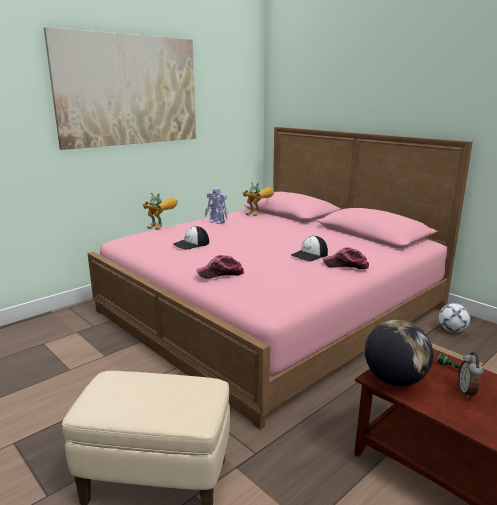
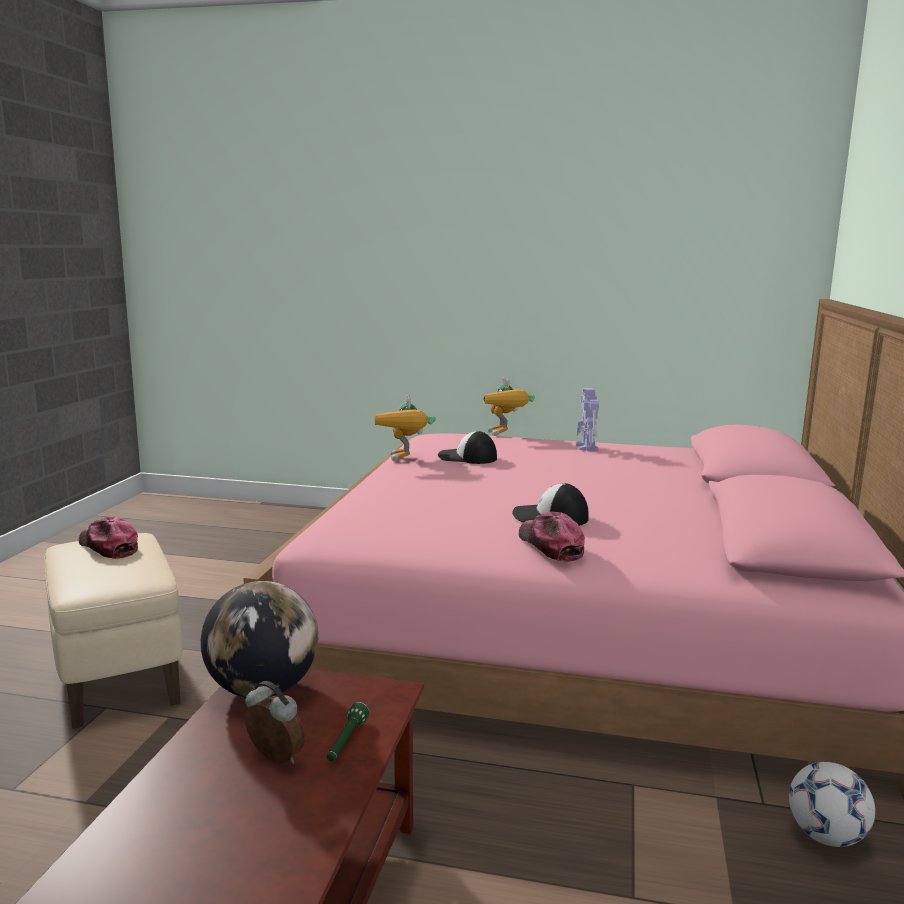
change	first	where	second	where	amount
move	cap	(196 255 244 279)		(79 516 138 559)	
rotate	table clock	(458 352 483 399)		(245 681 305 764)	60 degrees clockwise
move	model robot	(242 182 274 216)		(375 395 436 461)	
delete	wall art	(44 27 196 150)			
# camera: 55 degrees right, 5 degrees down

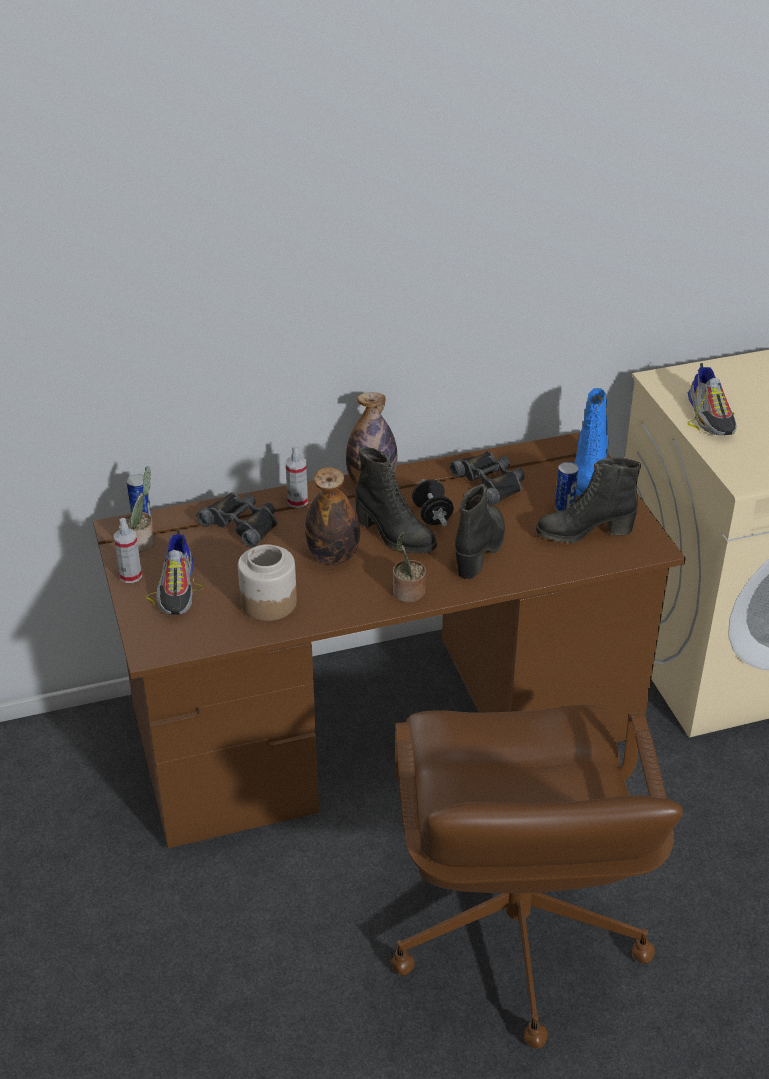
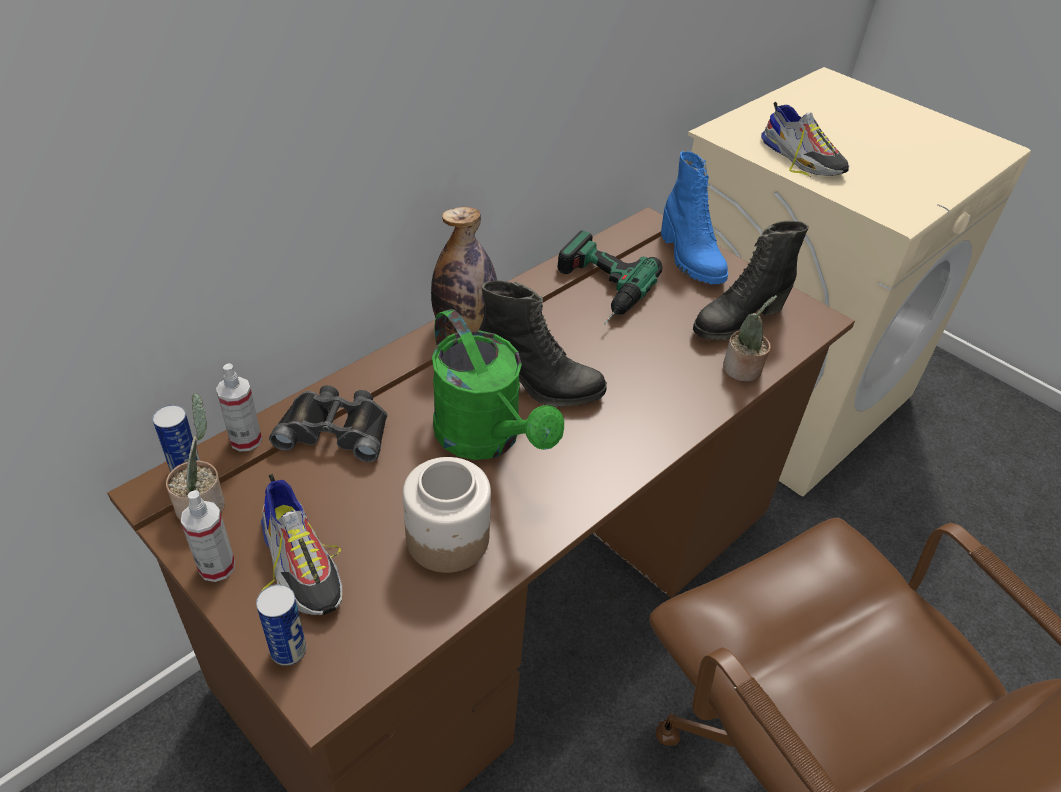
change	first	where	second	where	amount
move	hand sprayer	(286 445 308 508)		(216 363 262 452)	
move	can	(555 462 578 512)		(256 584 306 666)	
replace	beverage bottle	(305 467 360 565)	watering can (green)	(432 309 564 460)	
replace	pair of binoculars (black)	(450 451 525 506)	electric drill	(557 230 662 325)	
move	houseplant	(393 532 426 603)		(723 295 777 382)	
delete	free weight (black)	(412 479 454 526)			
delete	boot (black)	(455 484 505 580)			
# camera: 30 degrees left, 5 degrees up

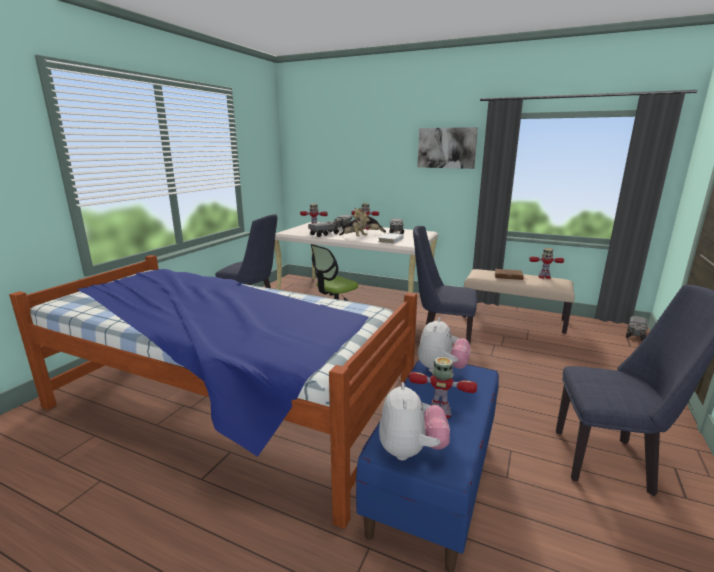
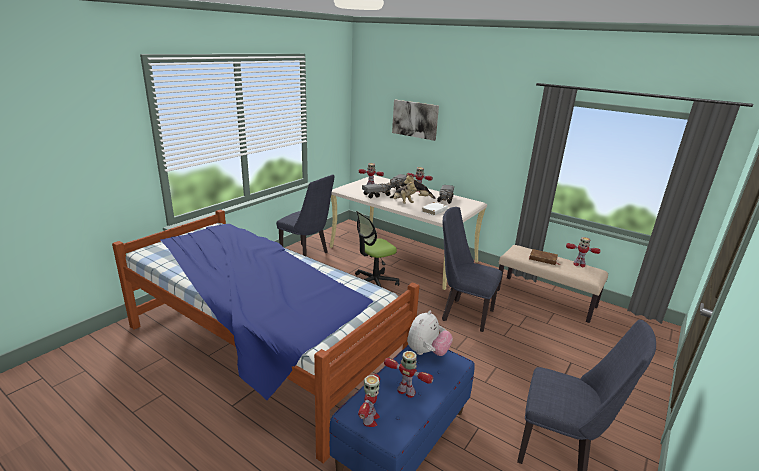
change	first	where	second	where	amount
replace	soft toy	(379 382 450 460)	model robot	(358 374 380 427)	
move	wall art	(417 127 478 169)		(392 100 439 141)	
delete	model truck	(626 315 648 341)			
# camera: 10 degrees right, 5 degrees up

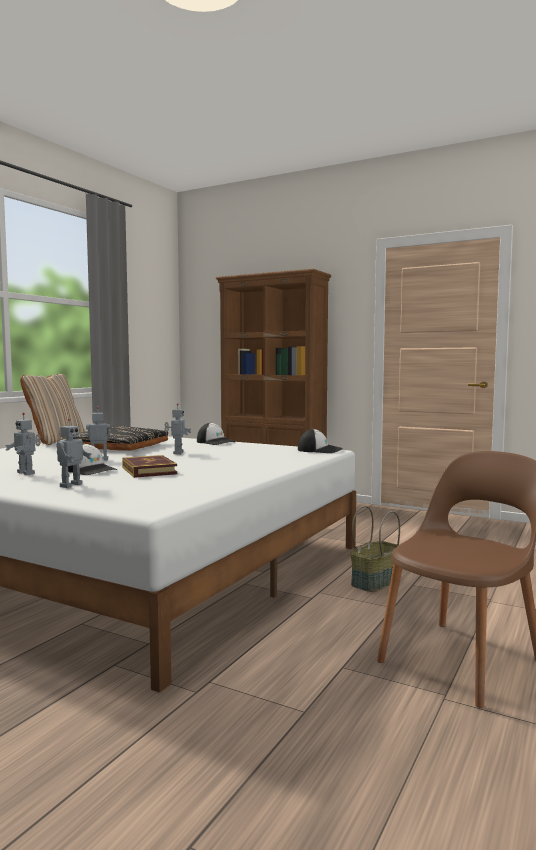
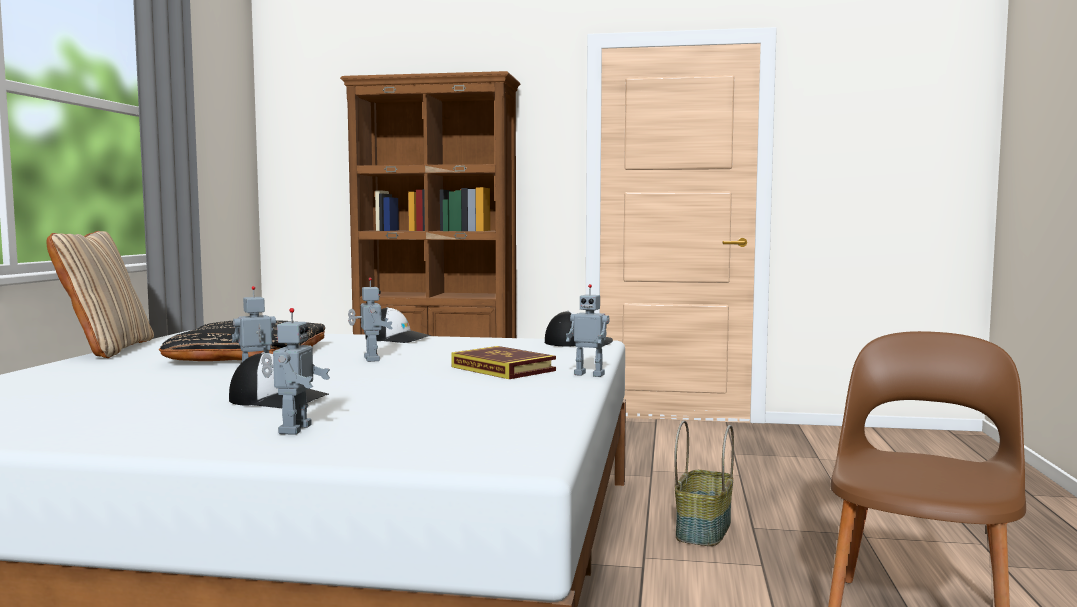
change	first	where	second	where	amount
move	bound book	(122 455 177 478)		(451 346 556 379)	
move	model robot	(5 413 41 475)		(566 284 610 377)	
# camera: 20 degrees left, 0 degrees up

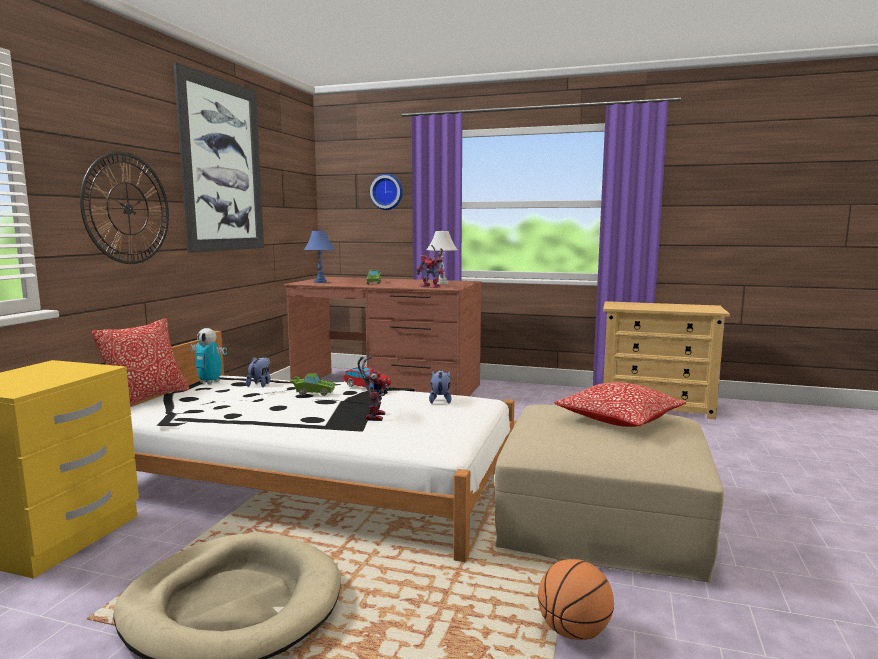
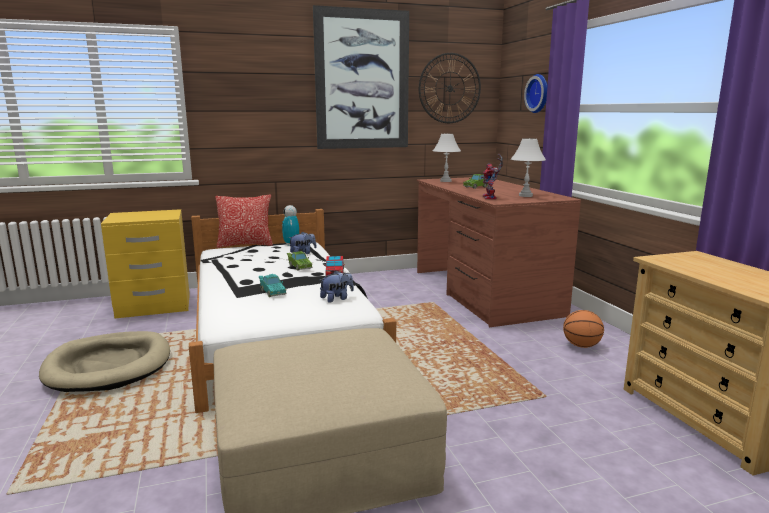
change	first	where	second	where	amount
replace	model robot	(357 356 389 421)	toy car (turquoise)	(259 274 287 297)	
move	clock on the wall	(80 152 169 264)		(419 53 481 123)	
recolor	lamp for a table (bluish)	(304 230 335 283)	lamp for a table (whitish)	(433 133 461 182)	
move	basketball ball	(538 559 614 640)		(563 310 604 348)	
delete	pillow	(554 382 686 427)			
# camera: 55 degrees right, 5 degrees up

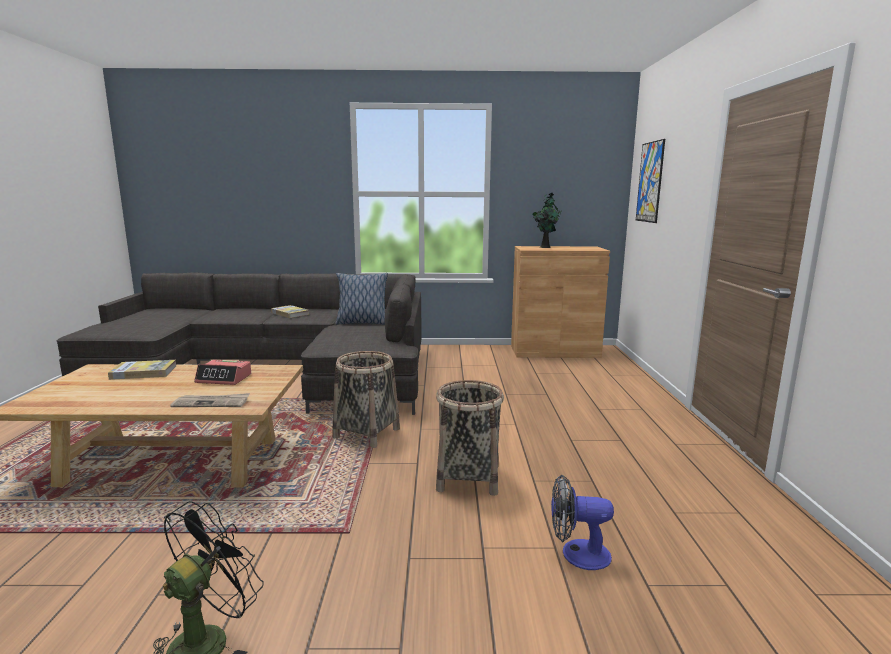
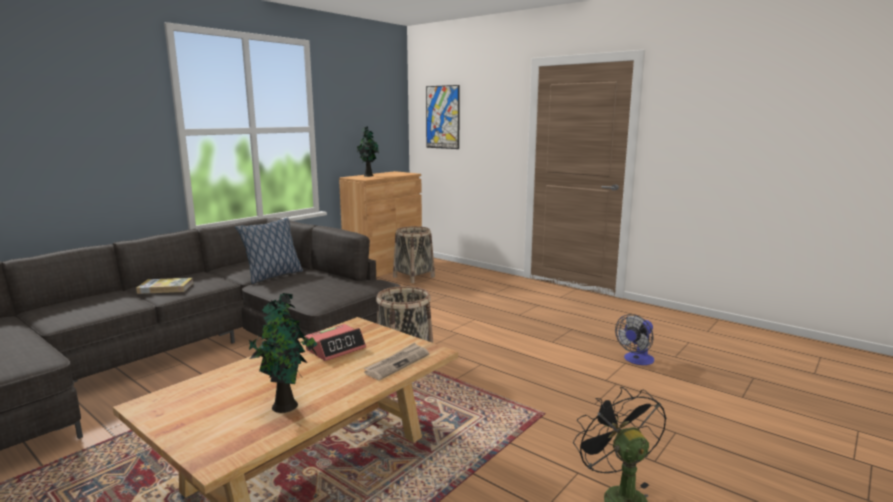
change	first	where	second	where	amount
insert			houseplant	(249 293 318 413)	
move	basket	(436 380 504 496)		(393 226 435 283)	
delete	bound book	(108 360 176 380)			
# camera: 50 degrees left, 0 degrees up

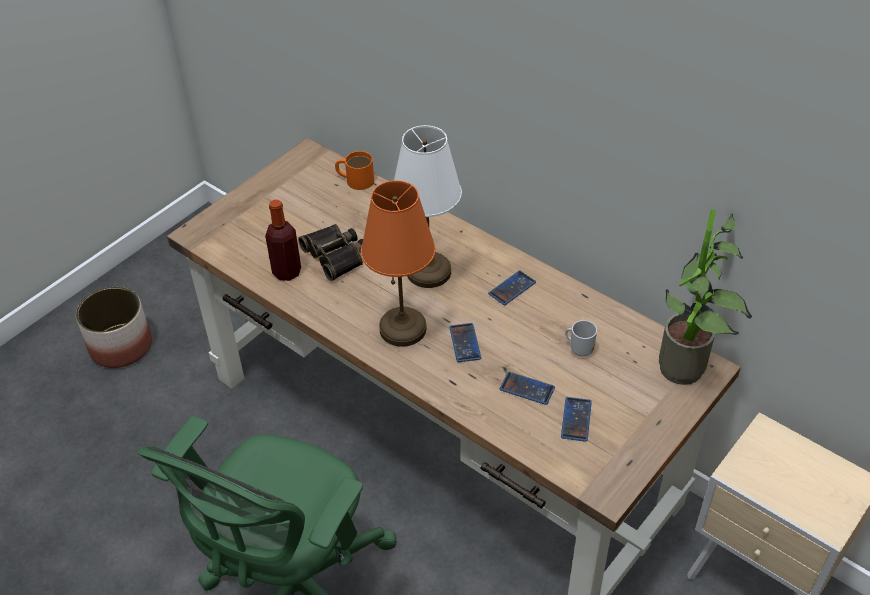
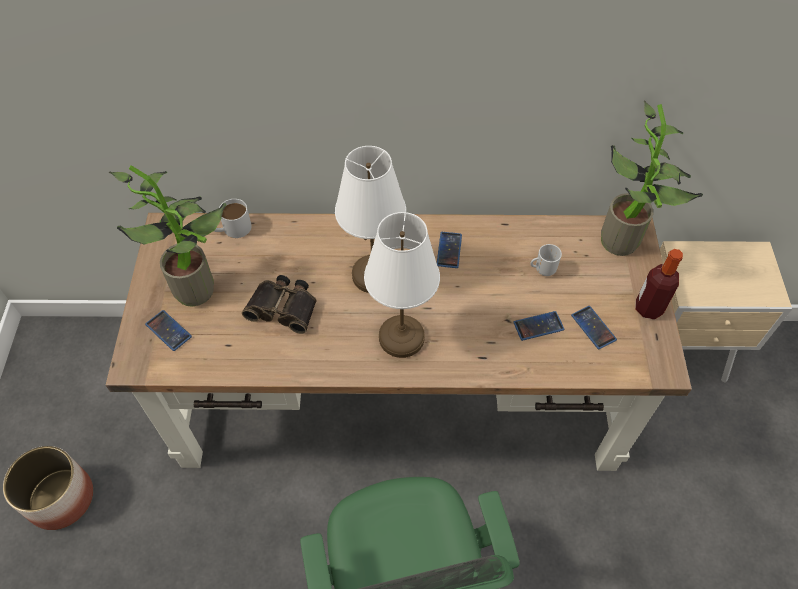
change	first	where	second	where	amount
insert			houseplant	(109 165 227 307)	
move	handset	(449 323 481 362)		(145 310 192 351)	
recolor	mug (orangey)	(335 151 374 190)	mug (whitish)	(214 199 252 238)	
recolor	lamp for a table (orangey)	(361 180 435 347)	lamp for a table (whitish)	(364 212 440 358)	
move	beverage bottle	(265 200 301 281)		(635 249 683 319)	
# camera: 40 degrees left, 10 degrees up

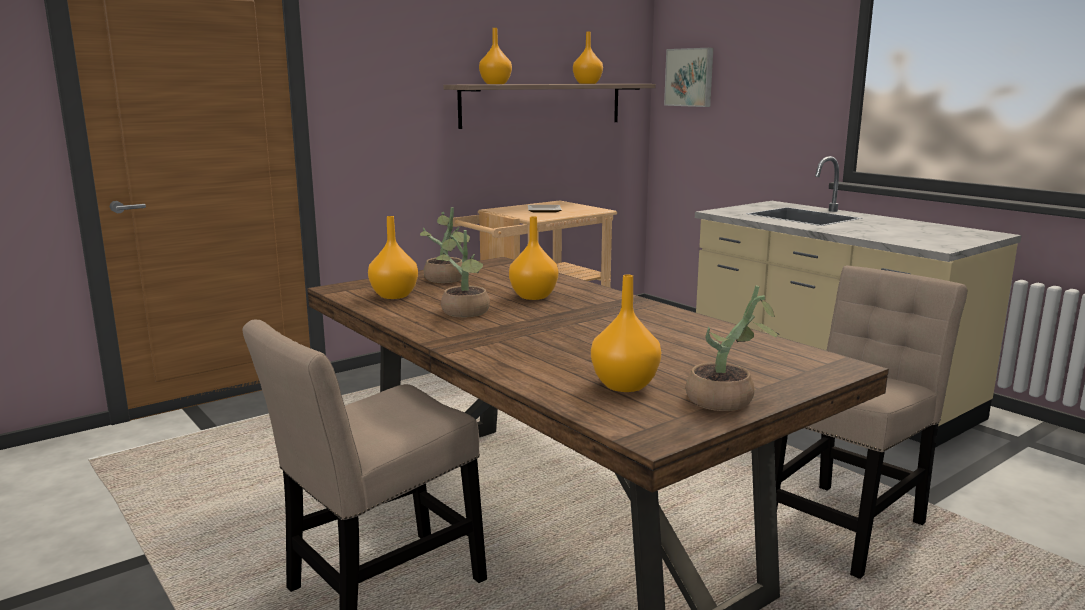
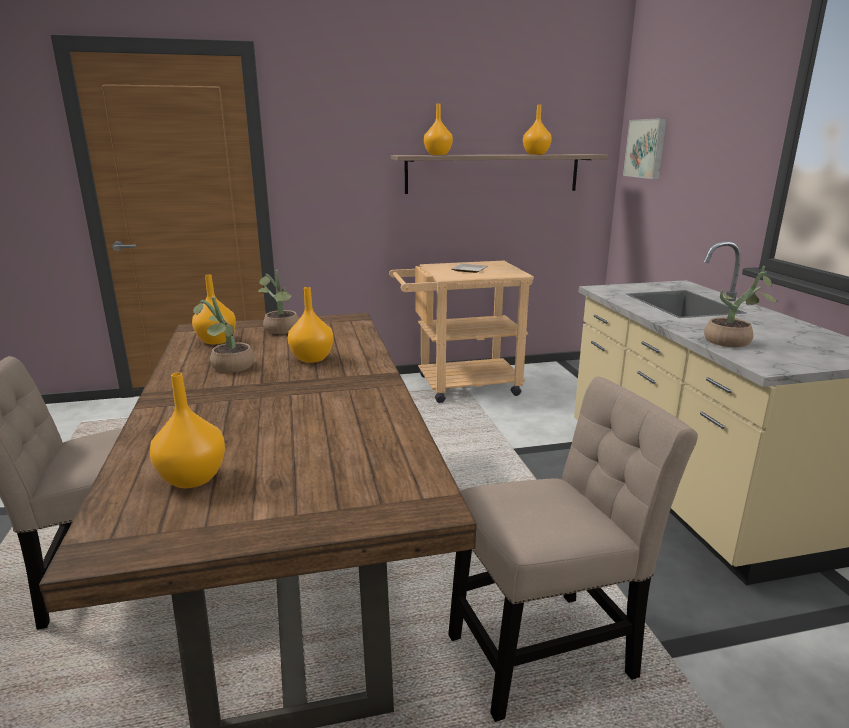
change	first	where	second	where	amount
move	houseplant	(685 285 780 411)		(704 266 778 347)	
# camera: 25 degrees right, 5 degrees up

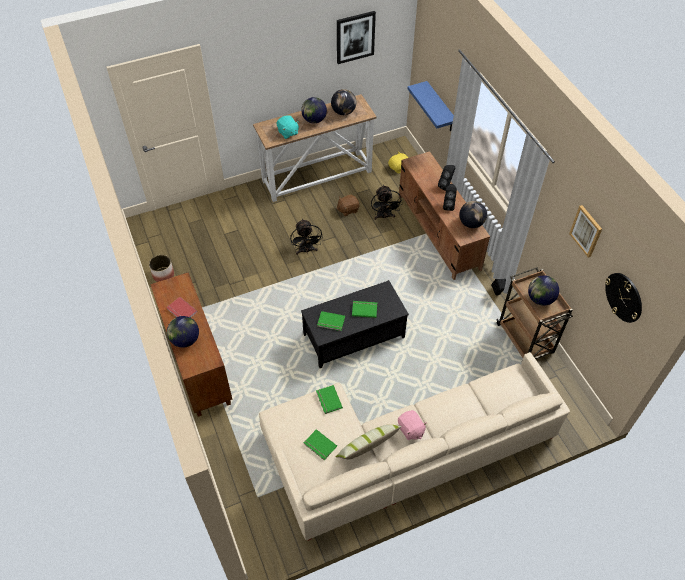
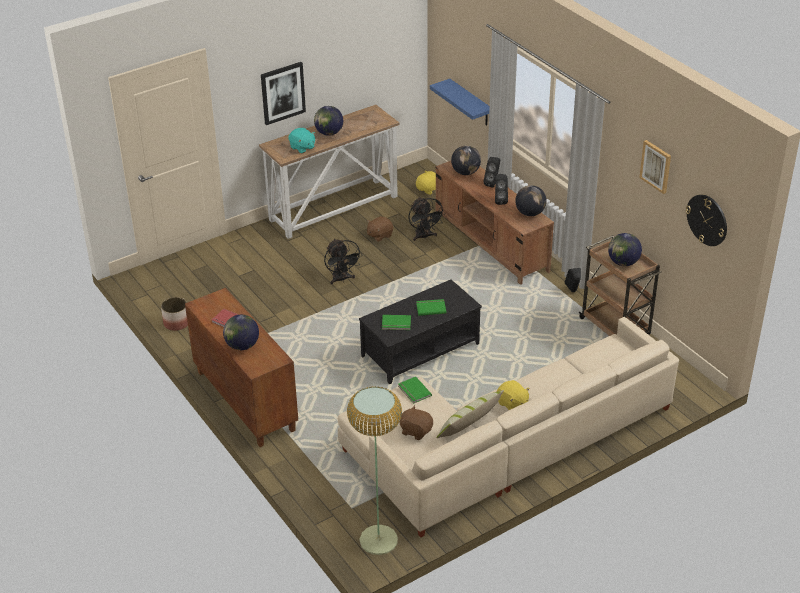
change	first	where	second	where	amount
move	wall art	(337 11 376 64)		(261 62 306 125)	
insert			standing lamp	(347 386 402 555)	
replace	bound book (green)	(304 429 337 460)	soft toy (brown)	(399 405 433 440)	
move	globe	(331 89 356 115)		(451 145 481 175)	
recolor	soft toy (pinkish)	(398 410 427 440)	soft toy (yellowish)	(497 380 530 410)	
# camera: 10 degrees left, 15 degrees down

